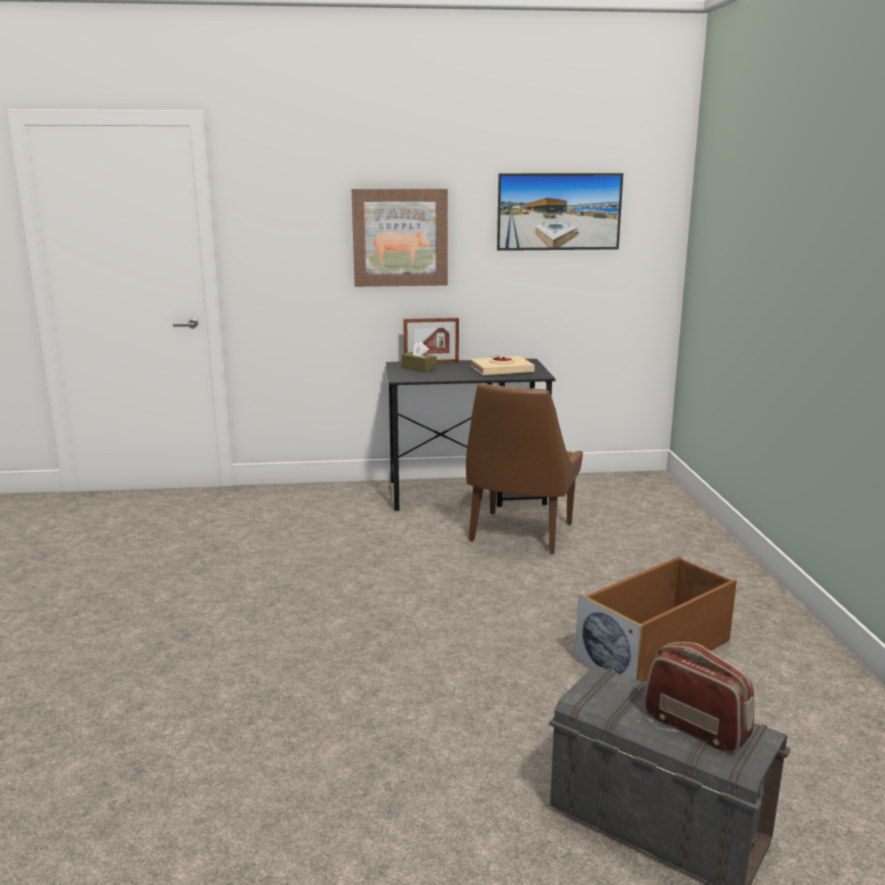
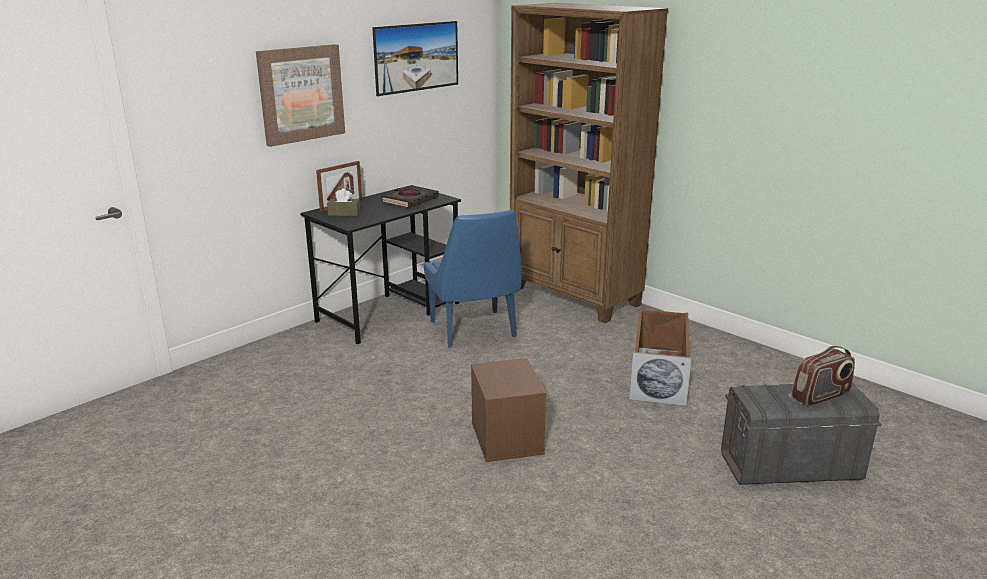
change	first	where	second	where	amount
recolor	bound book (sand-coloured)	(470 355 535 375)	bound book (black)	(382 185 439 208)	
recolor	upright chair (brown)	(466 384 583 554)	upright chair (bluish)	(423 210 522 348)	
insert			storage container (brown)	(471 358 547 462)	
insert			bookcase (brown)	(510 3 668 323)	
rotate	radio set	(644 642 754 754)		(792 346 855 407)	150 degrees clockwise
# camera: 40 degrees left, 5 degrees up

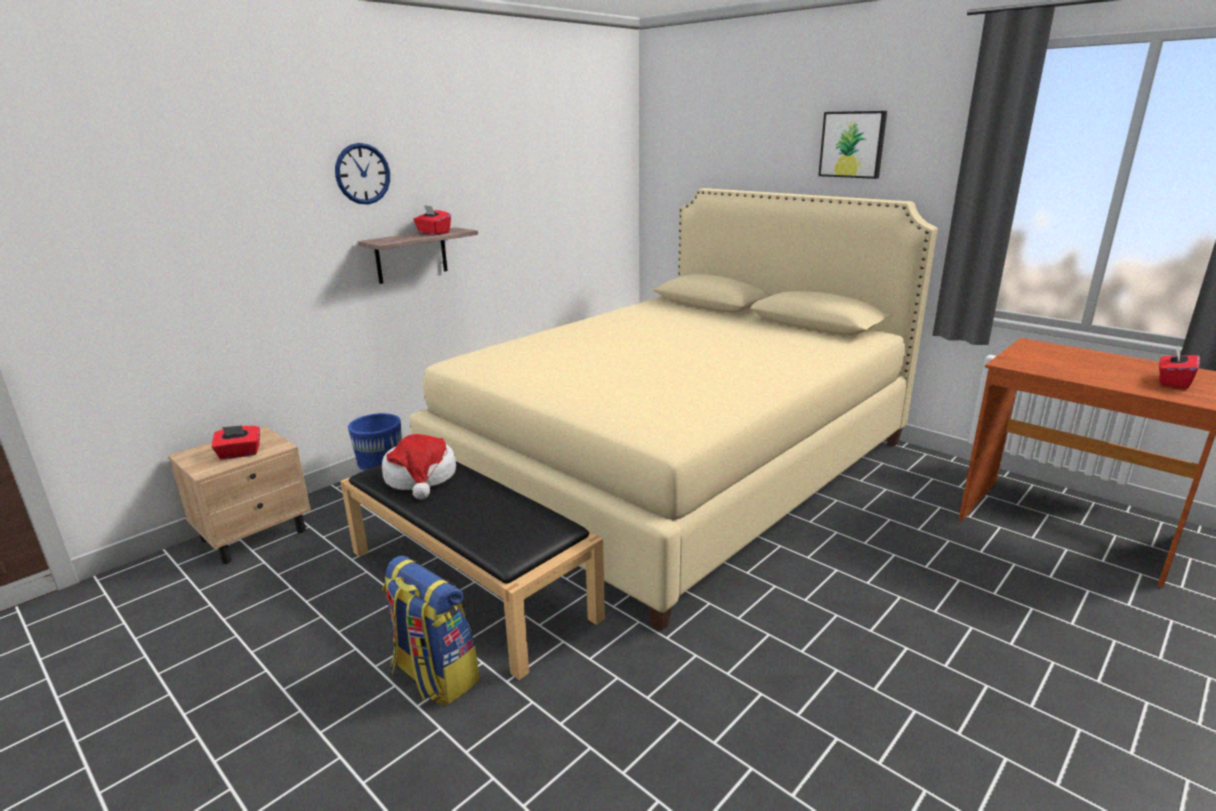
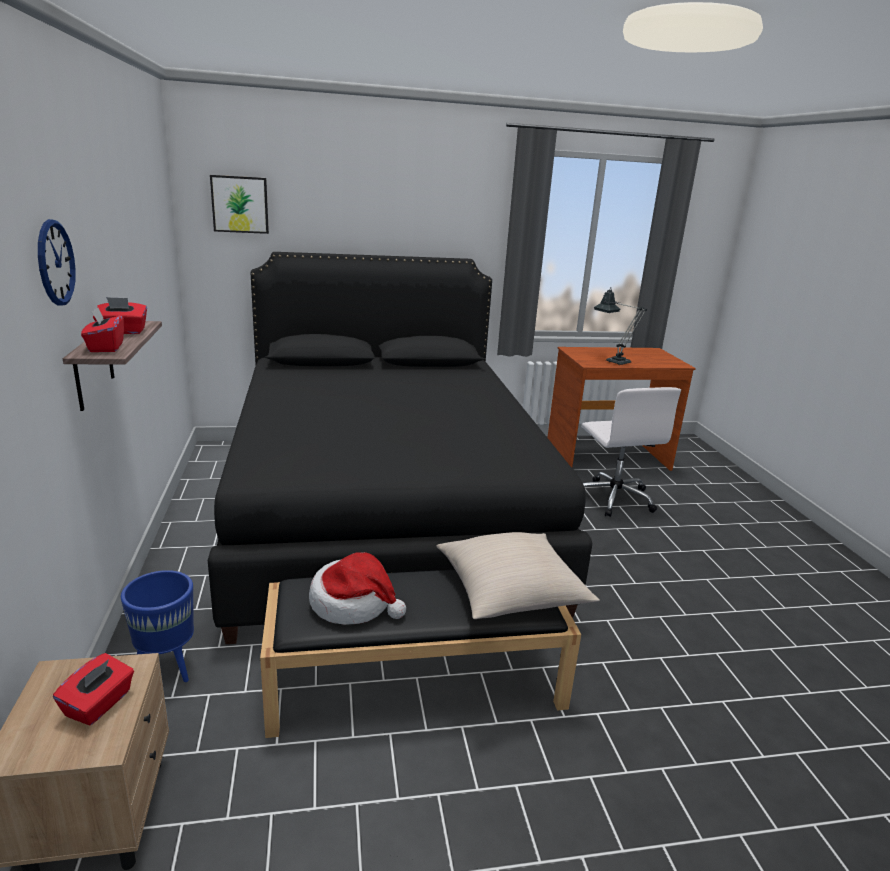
change	first	where	second	where	amount
move	tissue holder (red)	(1159 345 1200 389)		(81 307 124 352)	
recolor	sleeping bed (sand-coloured)	(410 188 938 631)	sleeping bed (black)	(208 252 592 644)	
move	wall art	(818 111 887 179)		(210 175 269 234)	
insert			pillow (sand-coloured)	(436 532 600 619)	
insert			office chair (whitish)	(581 387 681 517)	
insert			lamp for a table	(594 287 647 365)	
delete	knapsack	(382 556 480 706)			
# camera: 55 degrees left, 0 degrees up

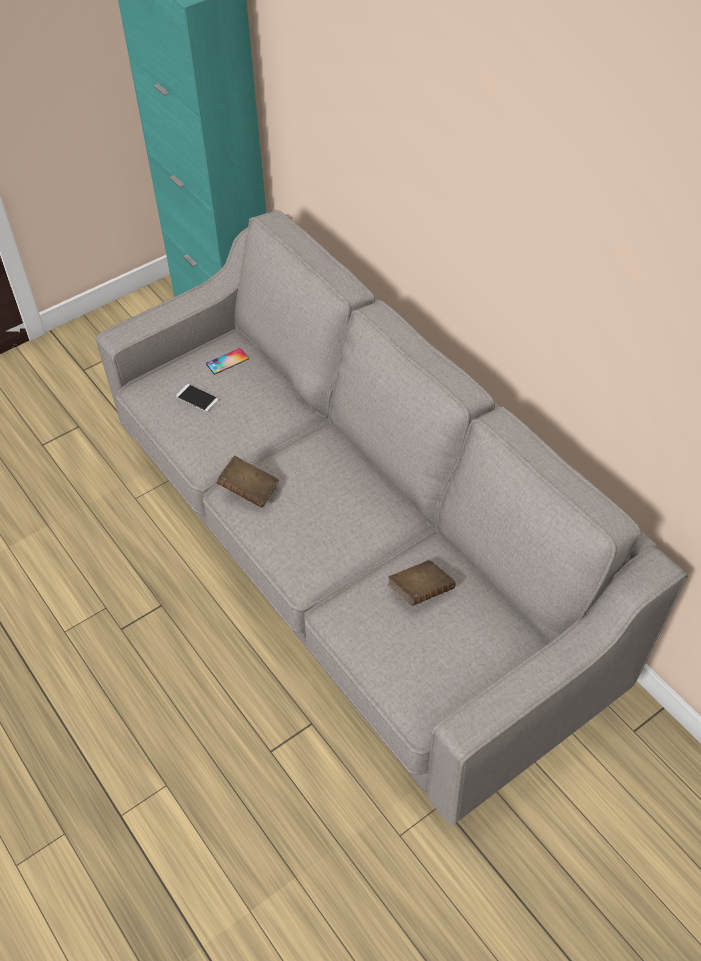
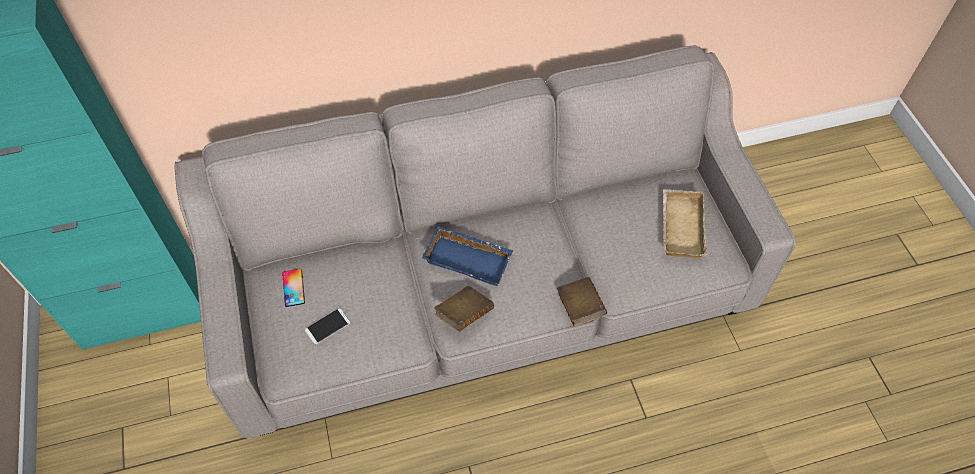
change	first	where	second	where	amount
insert			tray (bluish)	(422 226 513 286)	
move	bound book (brown)	(387 560 455 606)		(557 277 607 326)	
insert			tray (sand-coloured)	(663 189 707 258)	
# camera: 70 degrees left, 5 degrees up

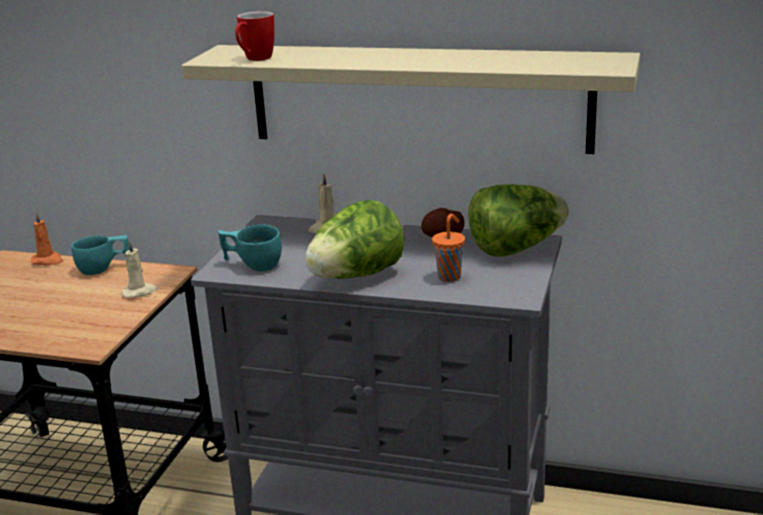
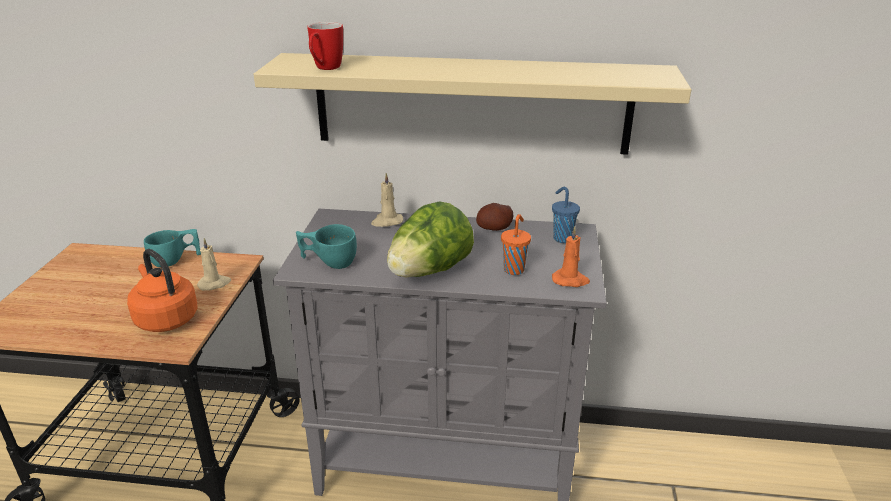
change	first	where	second	where	amount
insert			water kettle (orangey)	(127 249 198 332)	
replace	lettuce head	(468 184 569 256)	drinking cup (bluish)	(552 187 580 243)	
move	candle (orangey)	(31 212 63 265)		(552 227 590 287)	
# camera: 10 degrees left, 5 degrees up

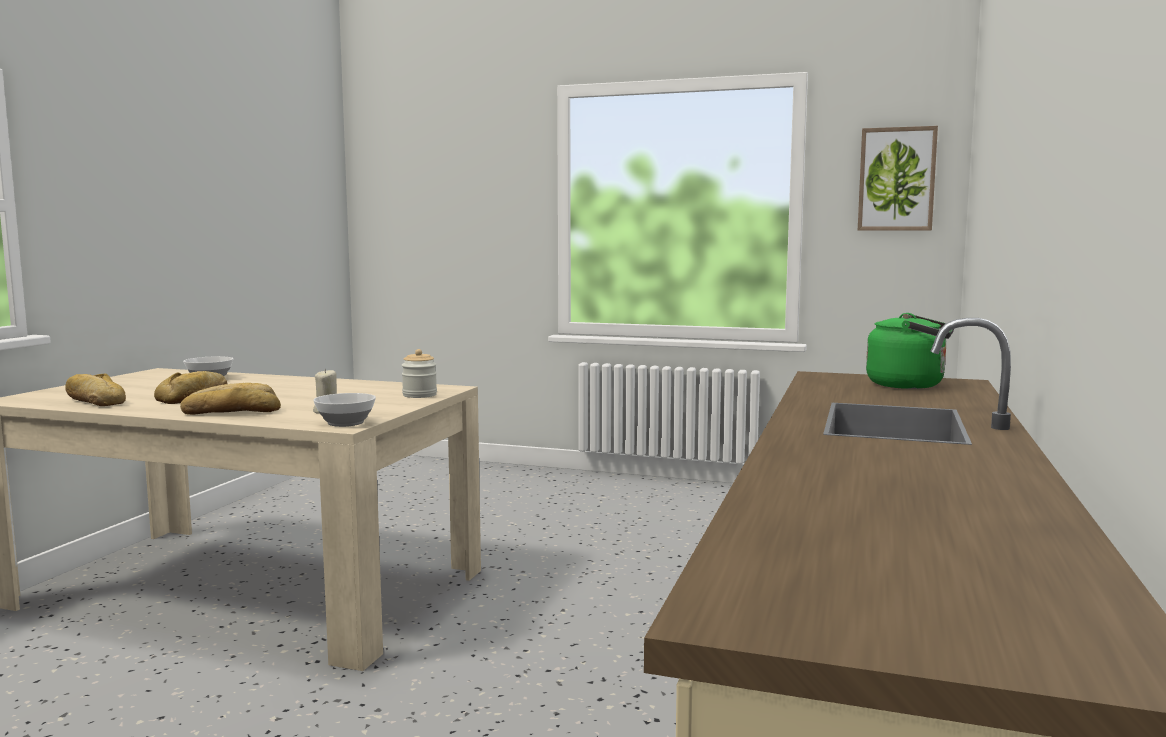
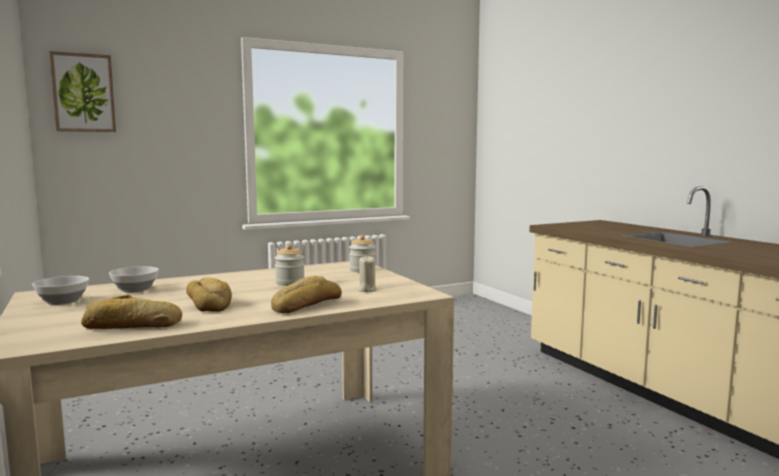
change	first	where	second	where	amount
move	serving bowl	(313 393 376 427)		(32 276 89 305)	
move	wall art	(858 126 938 231)		(50 51 116 132)	
insert			preserve jar	(275 244 305 286)	
delete	water kettle (green)	(866 313 954 389)			
# camera: 45 degrees left, 0 degrees up

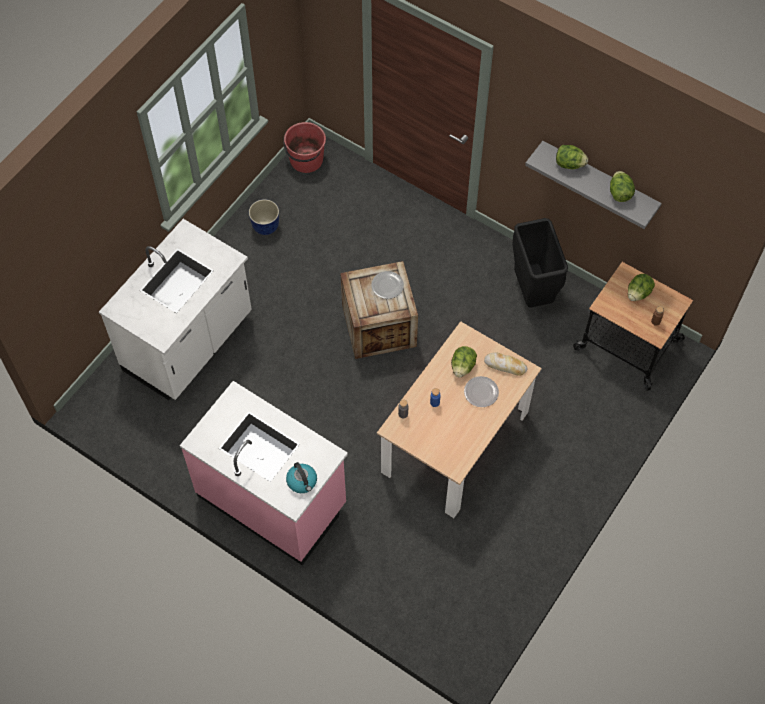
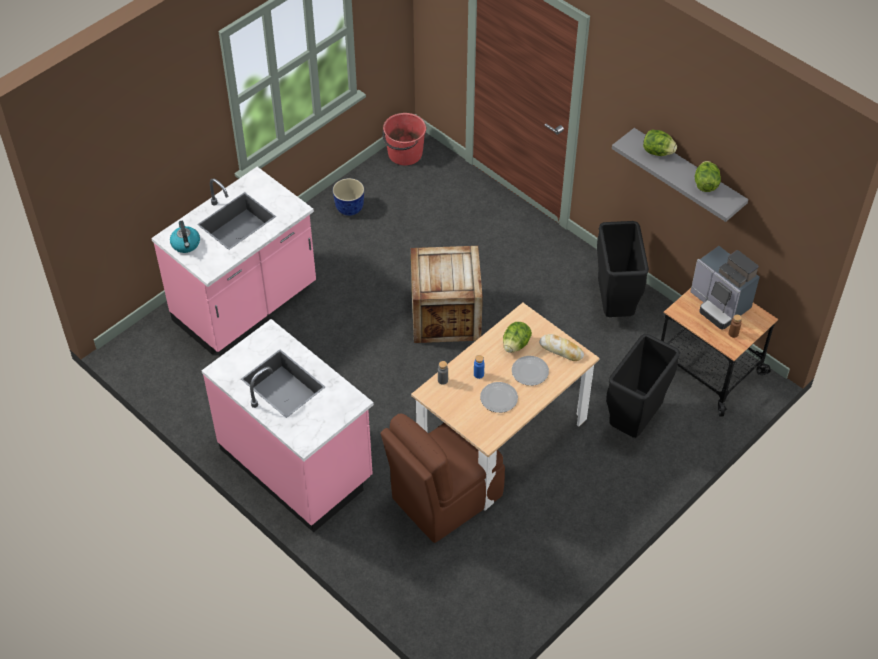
change	first	where	second	where	amount
recolor	kitchen base unit (whitish)	(99 219 252 400)	kitchen base unit (pinkish)	(151 167 316 354)	
move	water kettle	(286 462 317 493)		(170 221 200 253)	
insert			upright chair (brown)	(380 413 505 543)	
move	flat dish	(371 271 404 299)		(480 382 518 413)	
insert			trash can (black)	(606 334 680 438)	
replace	lettuce head	(628 274 655 301)	coffee machine	(690 246 760 329)	
# camera: 10 degrees right, 10 degrees down

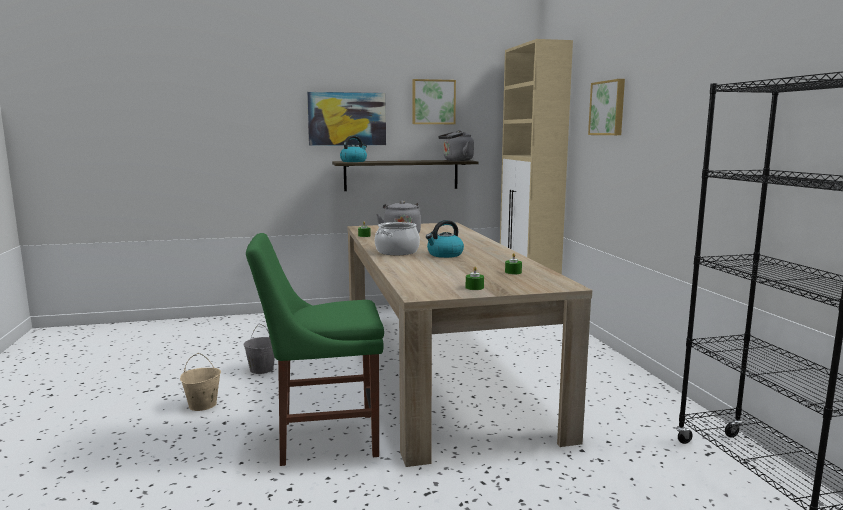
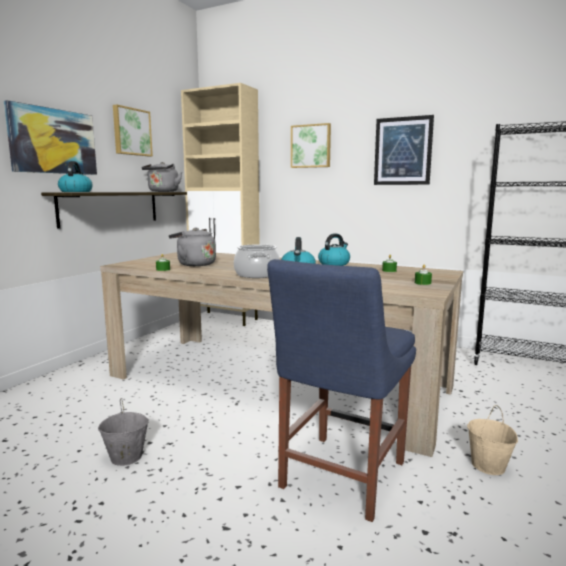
change	first	where	second	where	amount
recolor	upright chair (green)	(246 233 384 466)	upright chair (bluish)	(267 259 416 522)	
insert			water kettle	(318 233 350 266)	
insert			wall art	(374 115 434 185)	
move	pail (sand-coloured)	(180 353 221 411)		(467 405 518 475)	
# camera: 50 degrees left, 0 degrees up

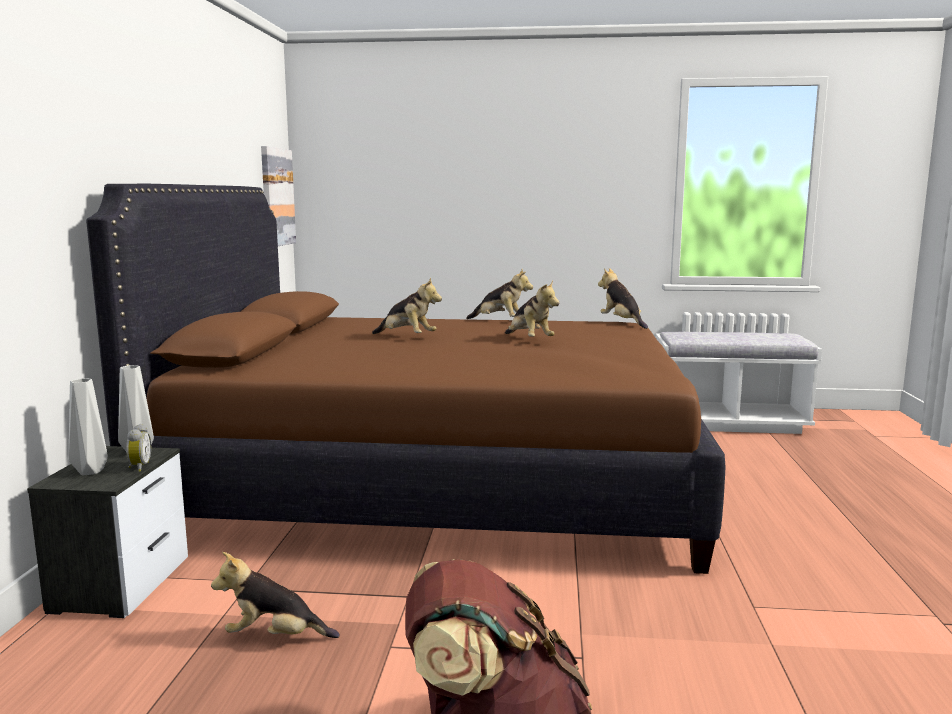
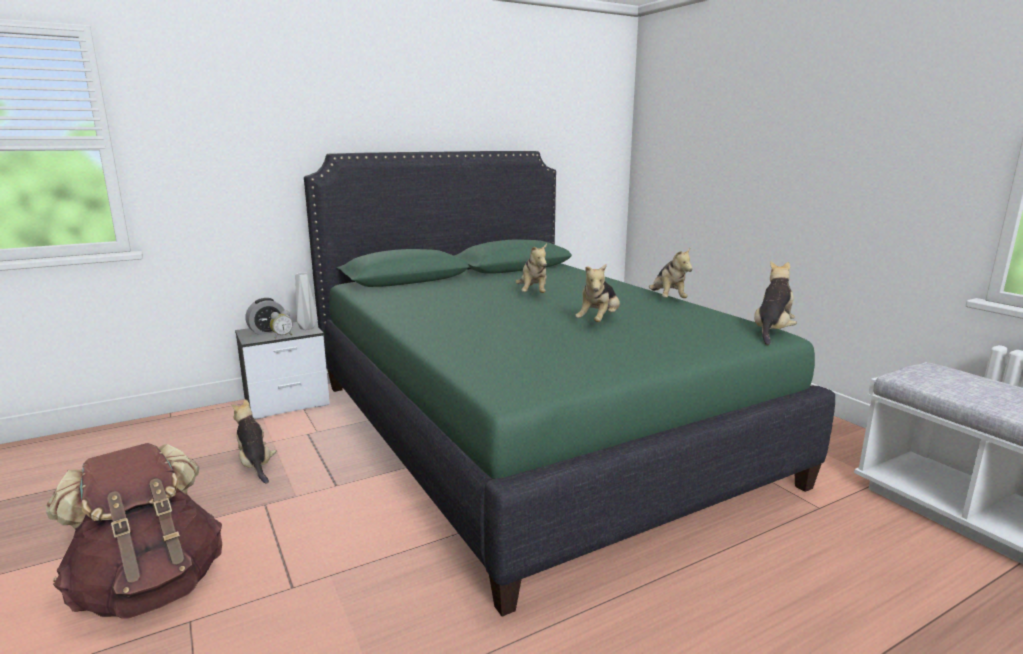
change	first	where	second	where	amount
replace	flower vase (gray)	(69 378 108 475)	table clock	(245 298 284 335)	
recolor	sleeping bed (brown)	(86 184 725 574)	sleeping bed (green)	(304 151 835 616)	
delete	wall art	(261 146 296 246)			
# camera: 55 degrees right, 5 degrees up

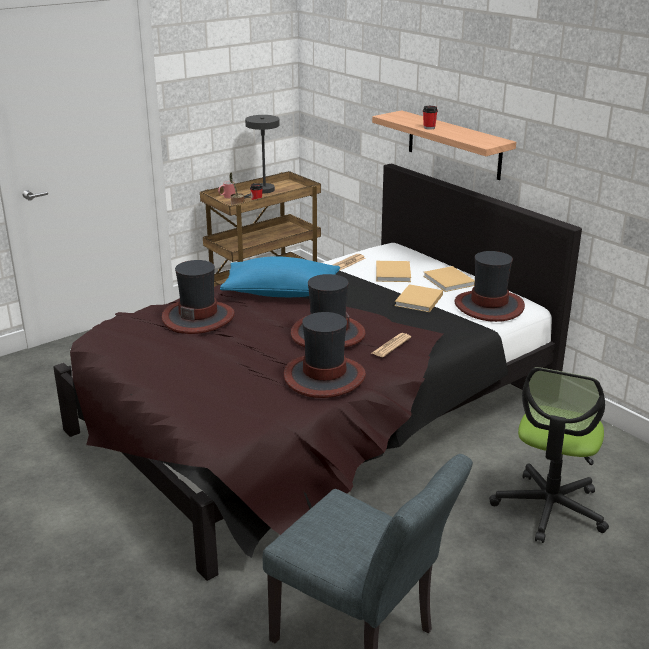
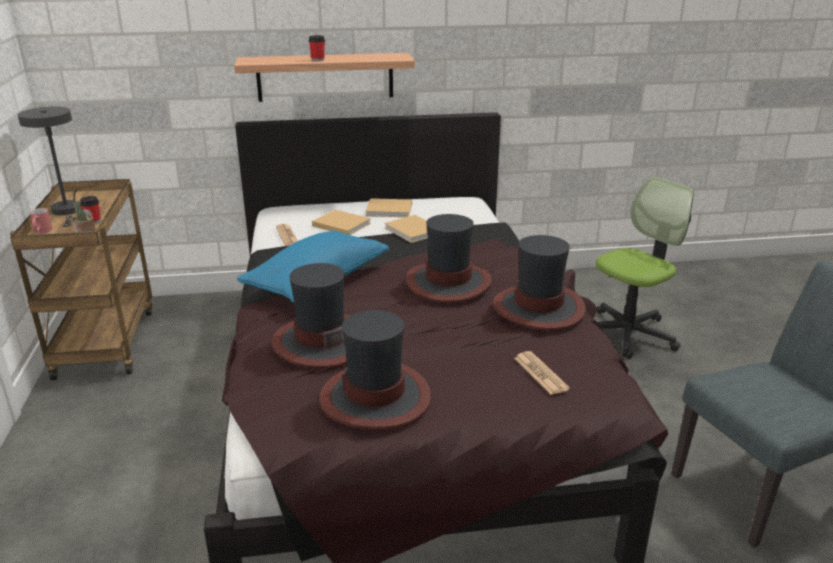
change	first	where	second	where	amount
move	clothing hat	(454 251 525 322)		(319 310 431 430)	
move	printed paper	(372 333 411 357)		(514 351 570 395)	
rotate	office chair	(489 367 609 543)		(595 176 694 359)	90 degrees counterclockwise
# camera: 60 degrees left, 0 degrees up

